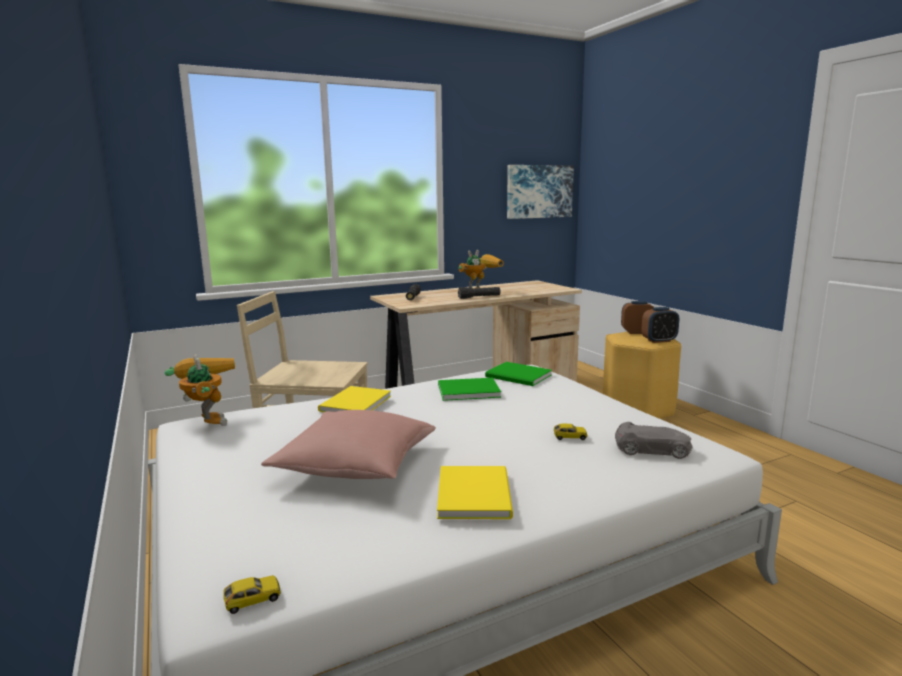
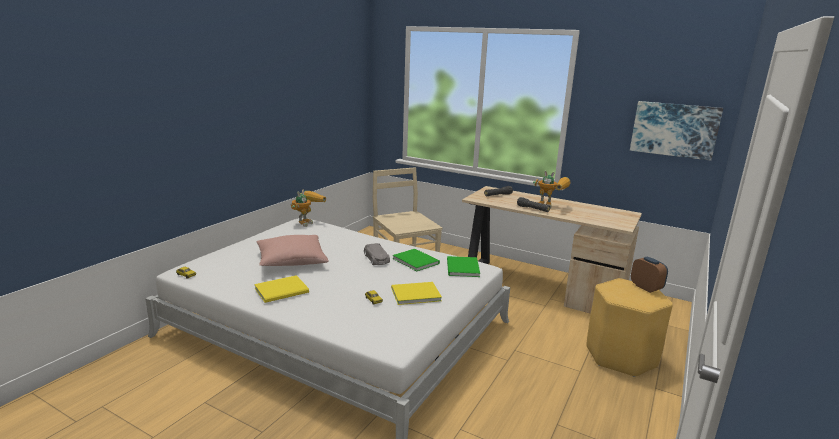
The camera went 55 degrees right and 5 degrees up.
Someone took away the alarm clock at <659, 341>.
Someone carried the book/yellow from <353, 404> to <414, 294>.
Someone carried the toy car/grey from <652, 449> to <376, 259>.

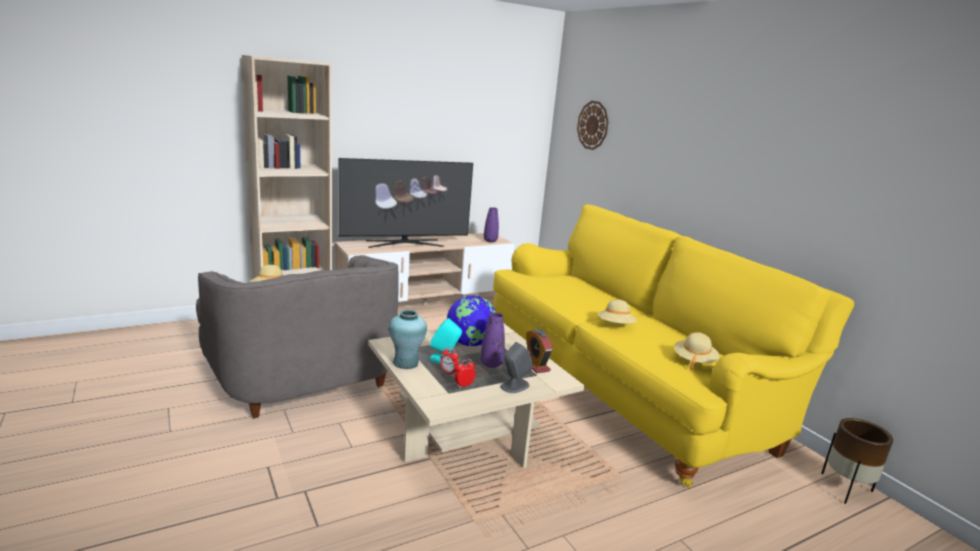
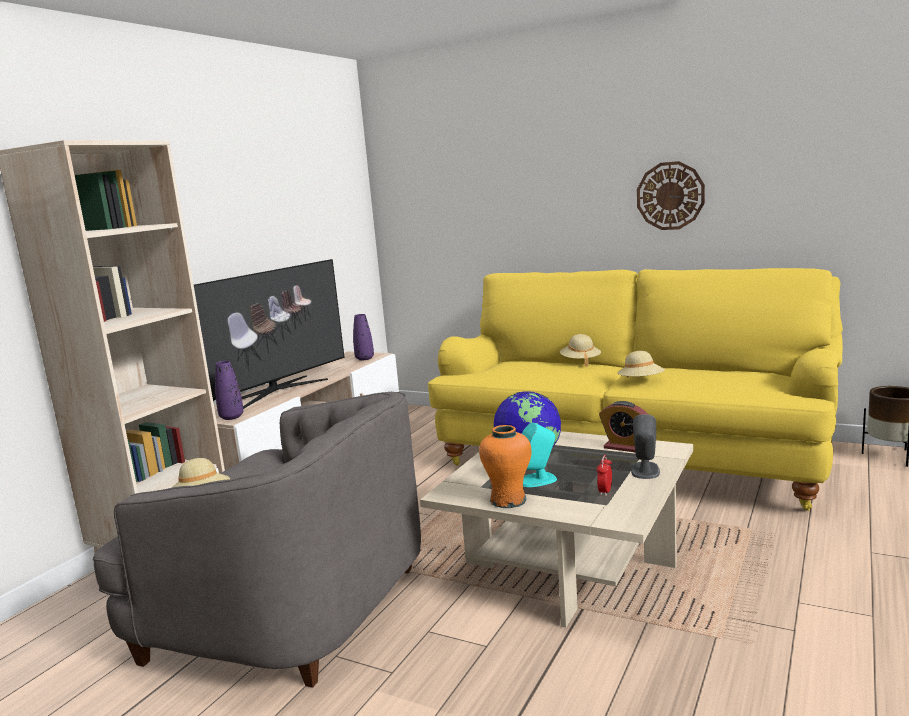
The camera went 30 degrees left and 5 degrees down.
Someone carried the wall clock from <593, 125> to <670, 196>.
Someone repainted the vase/turquoise at <406, 362>, which became the vase/orange at <508, 500>.
Someone carried the vase/purple from <491, 364> to <231, 417>.
Someone carried the hat/beige from <694, 361> to <580, 362>.
Someone took away the alarm clock at <448, 372>.

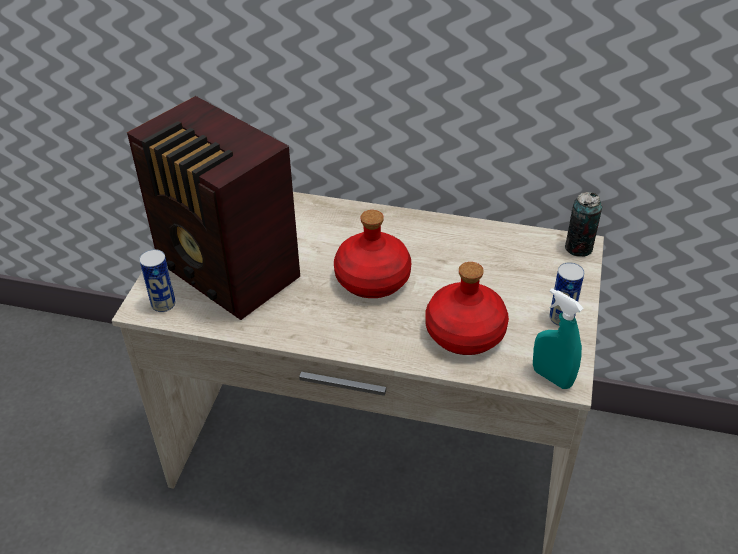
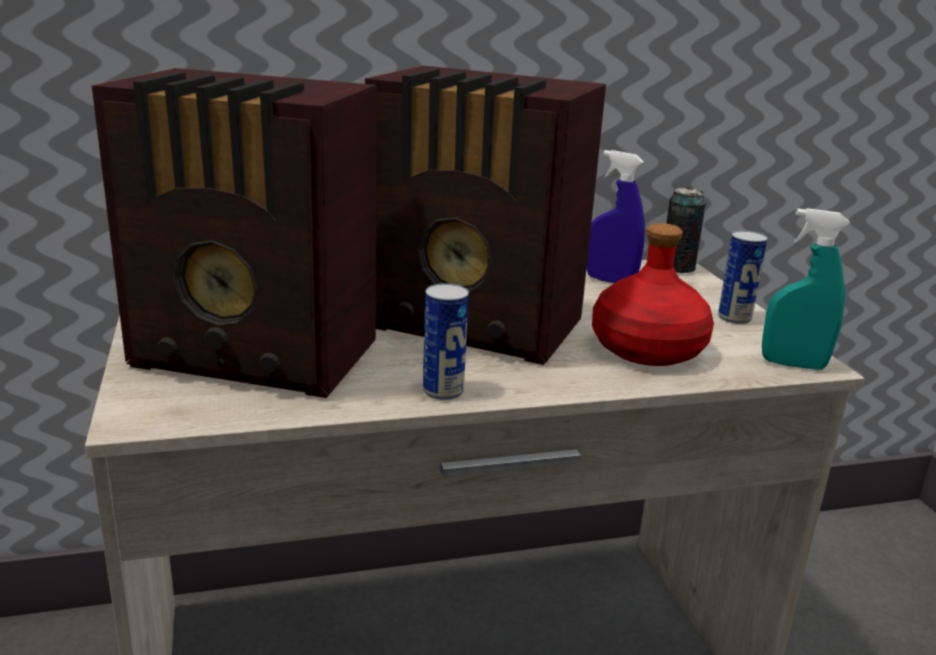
The camera went 30 degrees left and 20 degrees down.
Someone swapped the bottle/red at <373, 279> for the radio at <478, 327>.
Someone carried the can from <163, 304> to <443, 391>.
Someone put down the spray bottle/blue at <610, 281>.

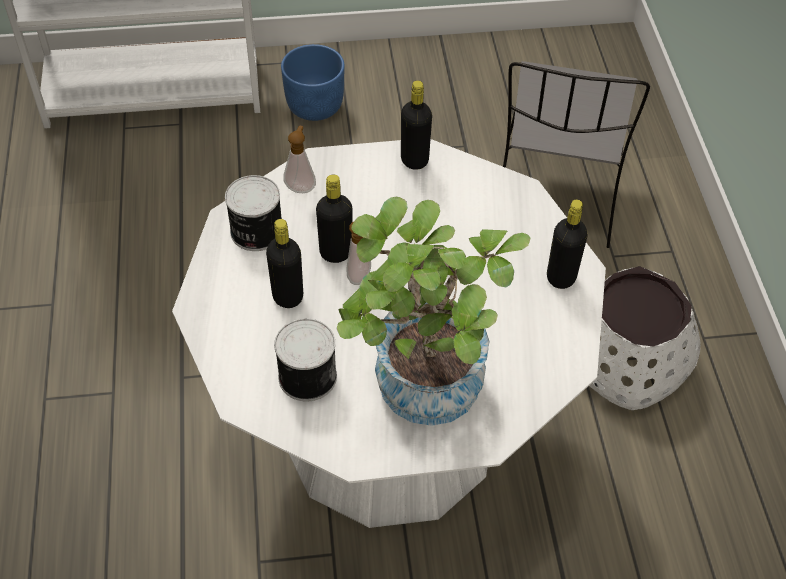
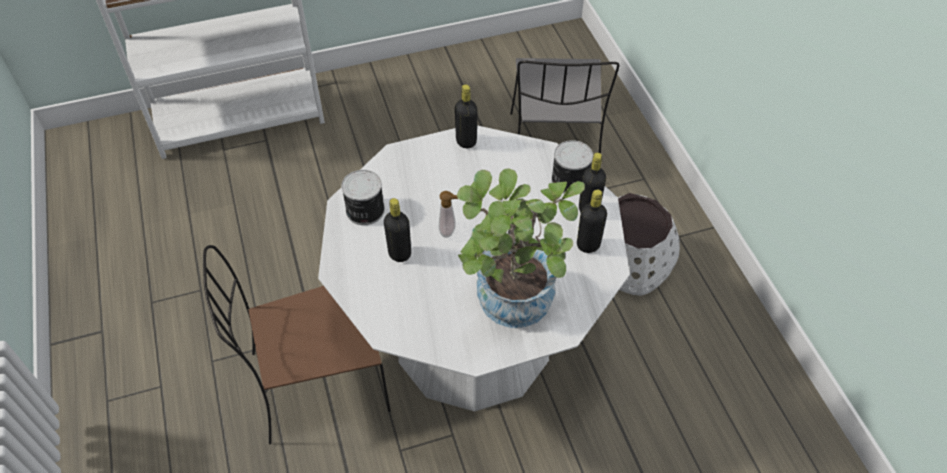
The camera went 10 degrees left and 0 degrees up.
Someone took away the planter/blue at <315, 105>.
Someone took away the soap dispenser at <301, 187>.
Someone carried the bottle/black from <336, 253> to <588, 245>.
Someone carried the can from <306, 376> to <569, 180>.
Someone put down the chair/brown at <315, 383>.

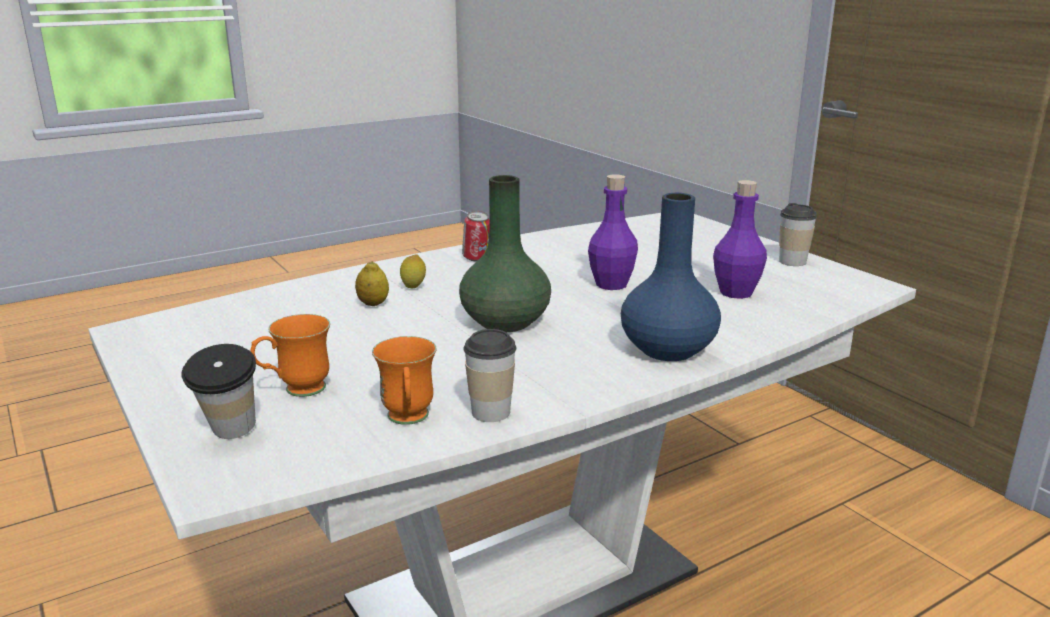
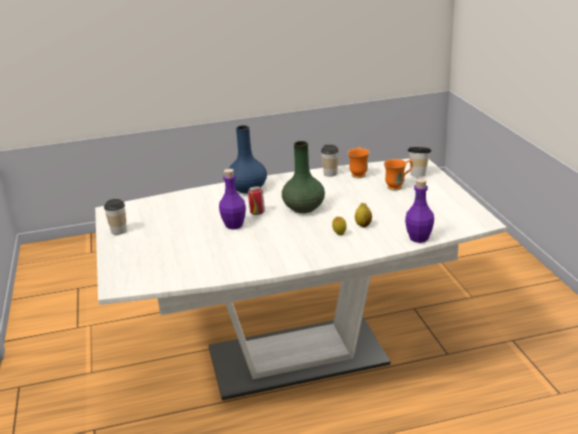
The camera went 160 degrees left and 5 degrees up.
Someone carried the bottle/purple from <736, 292> to <419, 238>.
Someone carried the can from <476, 259> to <257, 213>.

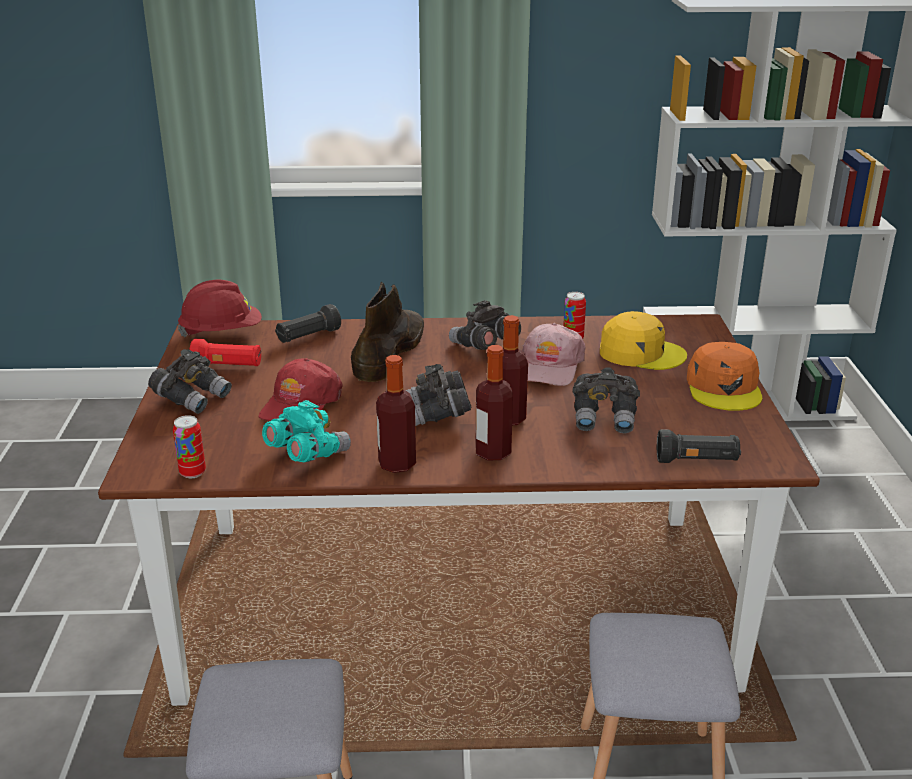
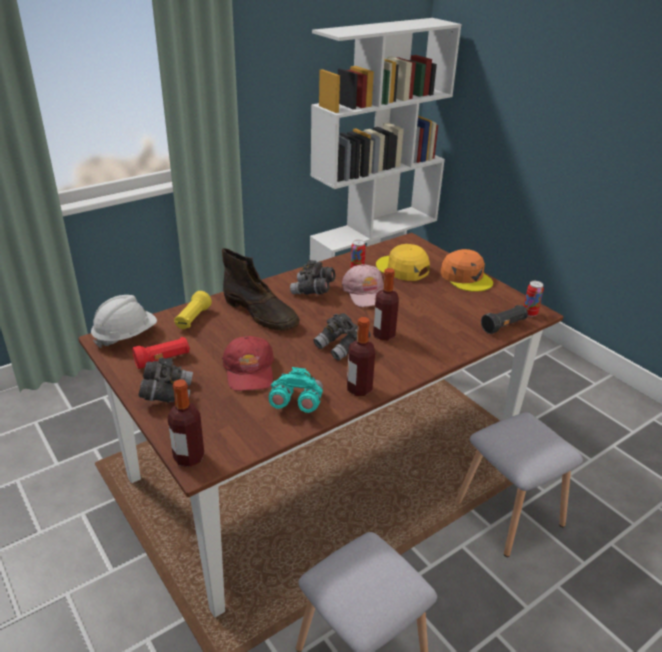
The camera went 35 degrees left and 5 degrees up.
Someone repainted the hard hat/red at <222, 333>, which became the hard hat/white at <125, 336>.
Someone rotated the boot/brown at <389, 352> by 150 degrees clockwise.
Someone repainted the flashlight/black at <308, 337>, which became the flashlight/yellow at <192, 319>.
Someone rotated the cap/yellow at <641, 353> by 120 degrees counterclockwise.
Someone carried the bottle from <493, 452> to <189, 457>.
Someone took away the binoculars/grey at <605, 418>.
Someone carried the can from <192, 473> to <529, 313>.

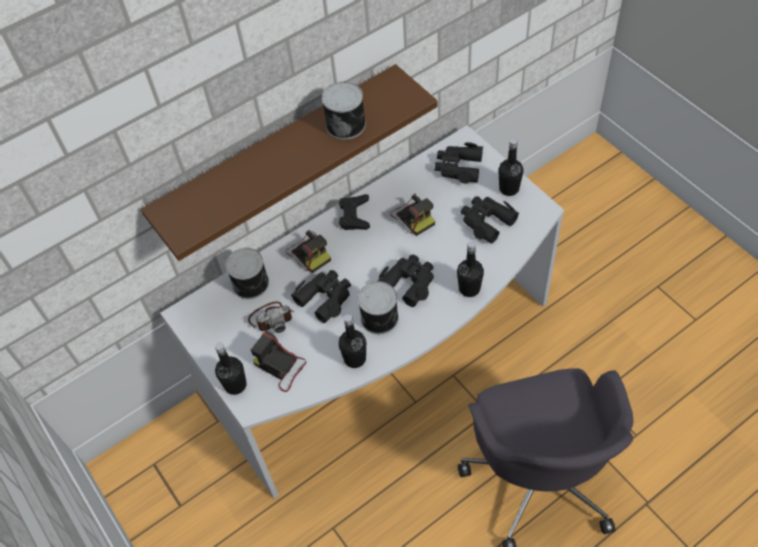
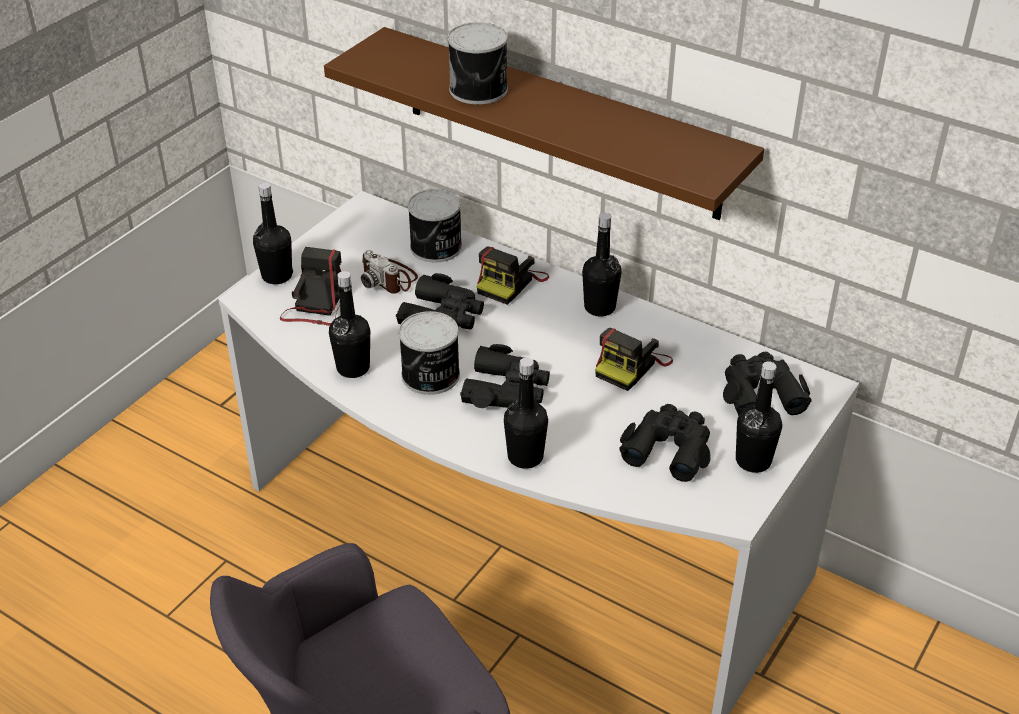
The camera went 65 degrees right and 15 degrees down.
Someone carried the can from <346, 124> to <480, 89>.
Someone swapped the game controller/black at <354, 215> for the bottle/black at <599, 307>.

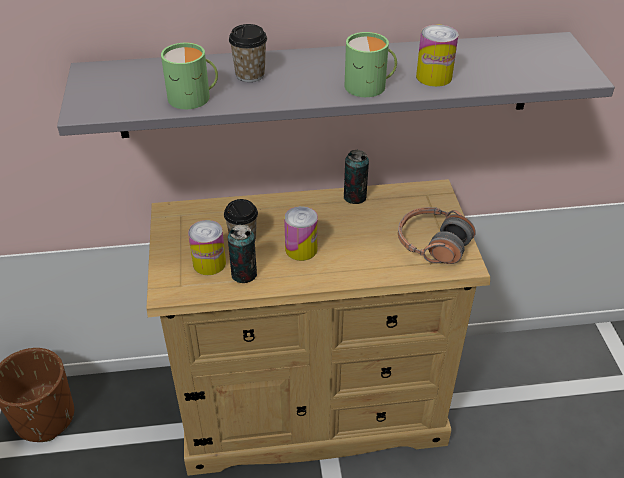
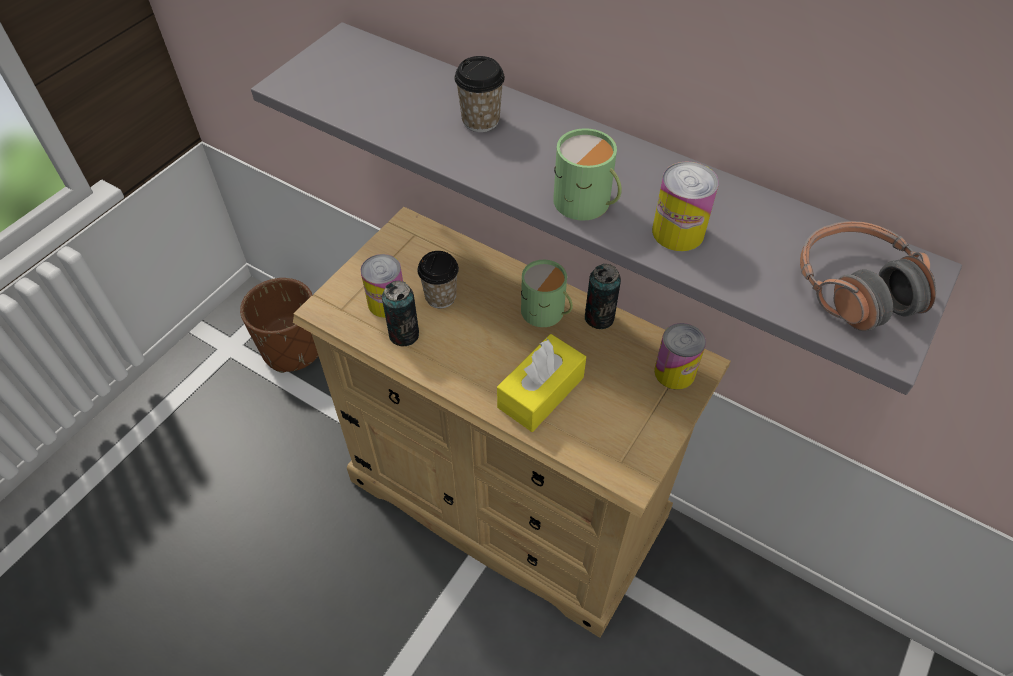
The camera went 40 degrees right and 10 degrees up.
Someone carried the mug/green from <194, 97> to <546, 313>.
Someone carried the can from <301, 249> to <674, 372>.
Someone carried the headphones from <432, 244> to <855, 288>.
Someone put down the tissue box/yellow at <541, 392>.

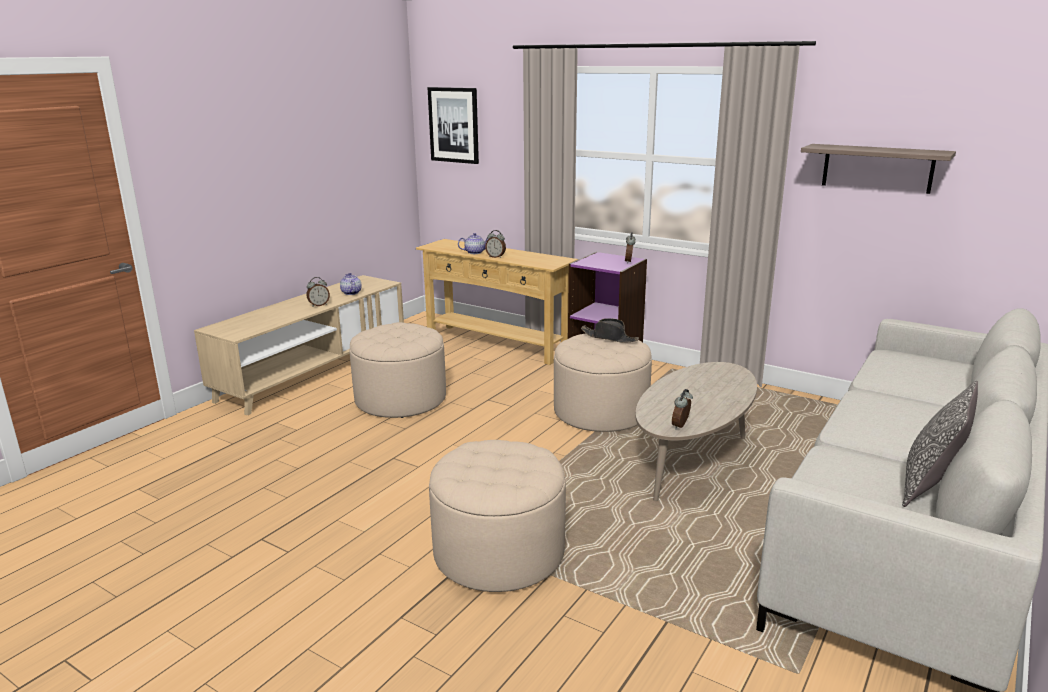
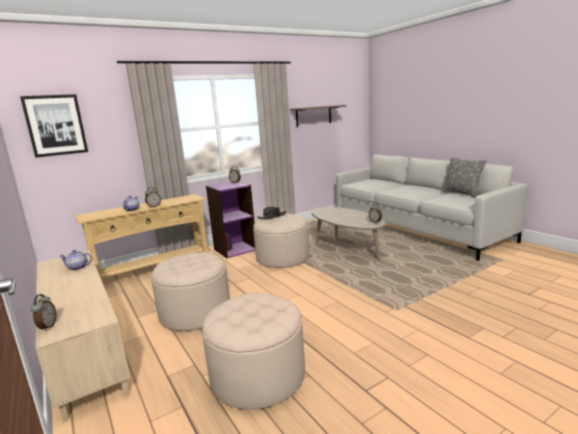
The camera went 65 degrees left and 5 degrees down.
Someone carried the alarm clock from <319, 305> to <47, 327>.
Someone carried the ottoman/beige from <499, 552> to <258, 376>.

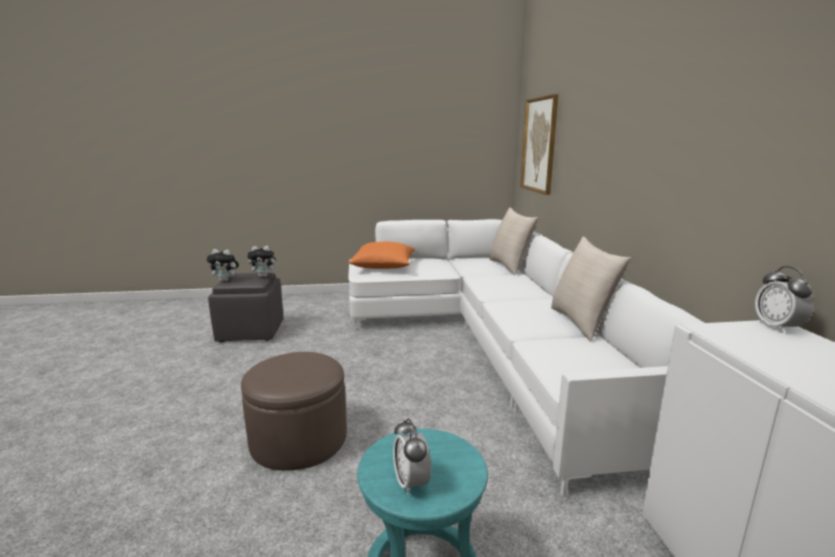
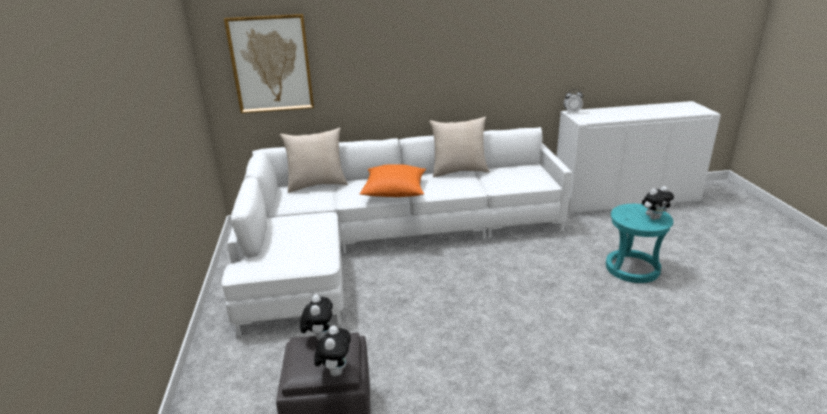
The camera went 90 degrees left and 10 degrees up.
Someone carried the pillow/orange from <383, 266> to <394, 191>.
Someone took away the ottoman/brown at <299, 439>.
Someone swapped the alarm clock at <411, 482> for the plush toy at <654, 217>.

